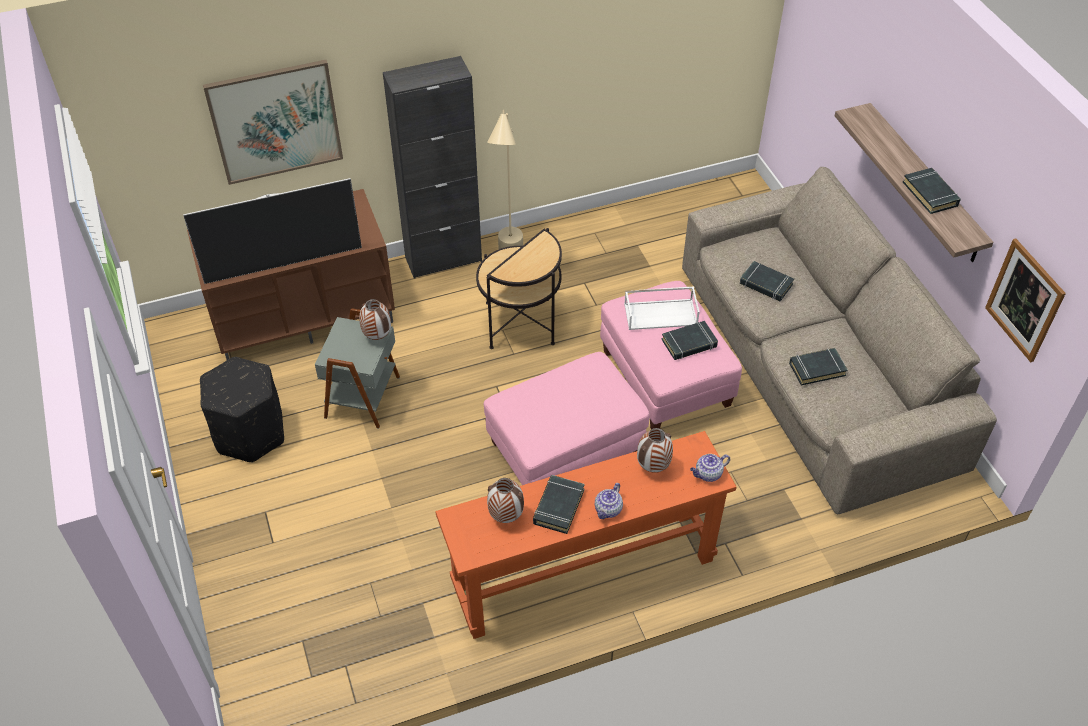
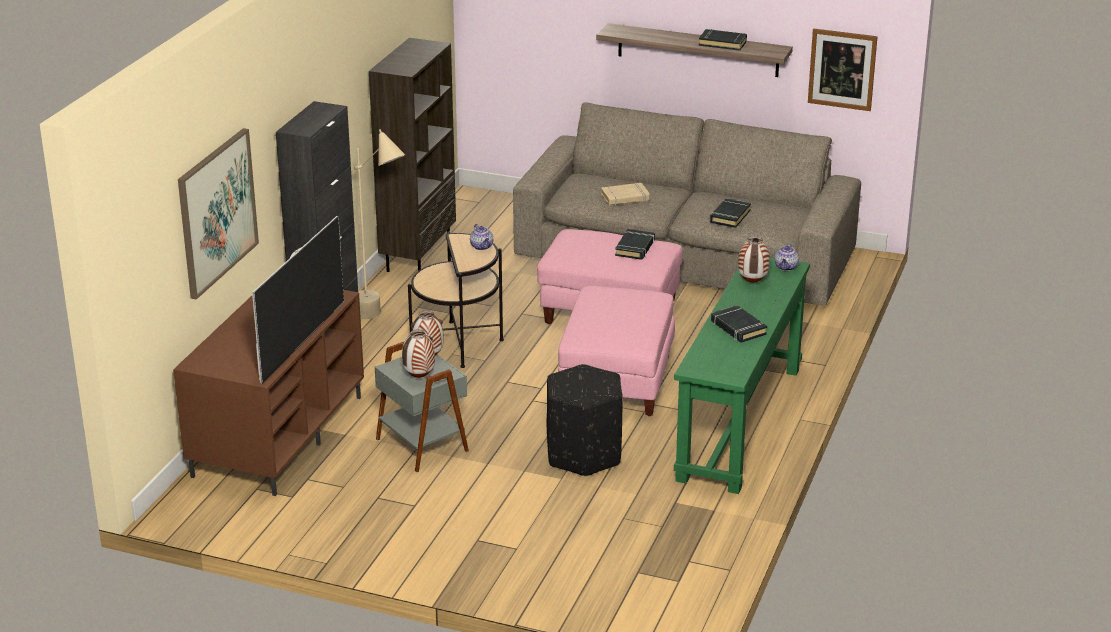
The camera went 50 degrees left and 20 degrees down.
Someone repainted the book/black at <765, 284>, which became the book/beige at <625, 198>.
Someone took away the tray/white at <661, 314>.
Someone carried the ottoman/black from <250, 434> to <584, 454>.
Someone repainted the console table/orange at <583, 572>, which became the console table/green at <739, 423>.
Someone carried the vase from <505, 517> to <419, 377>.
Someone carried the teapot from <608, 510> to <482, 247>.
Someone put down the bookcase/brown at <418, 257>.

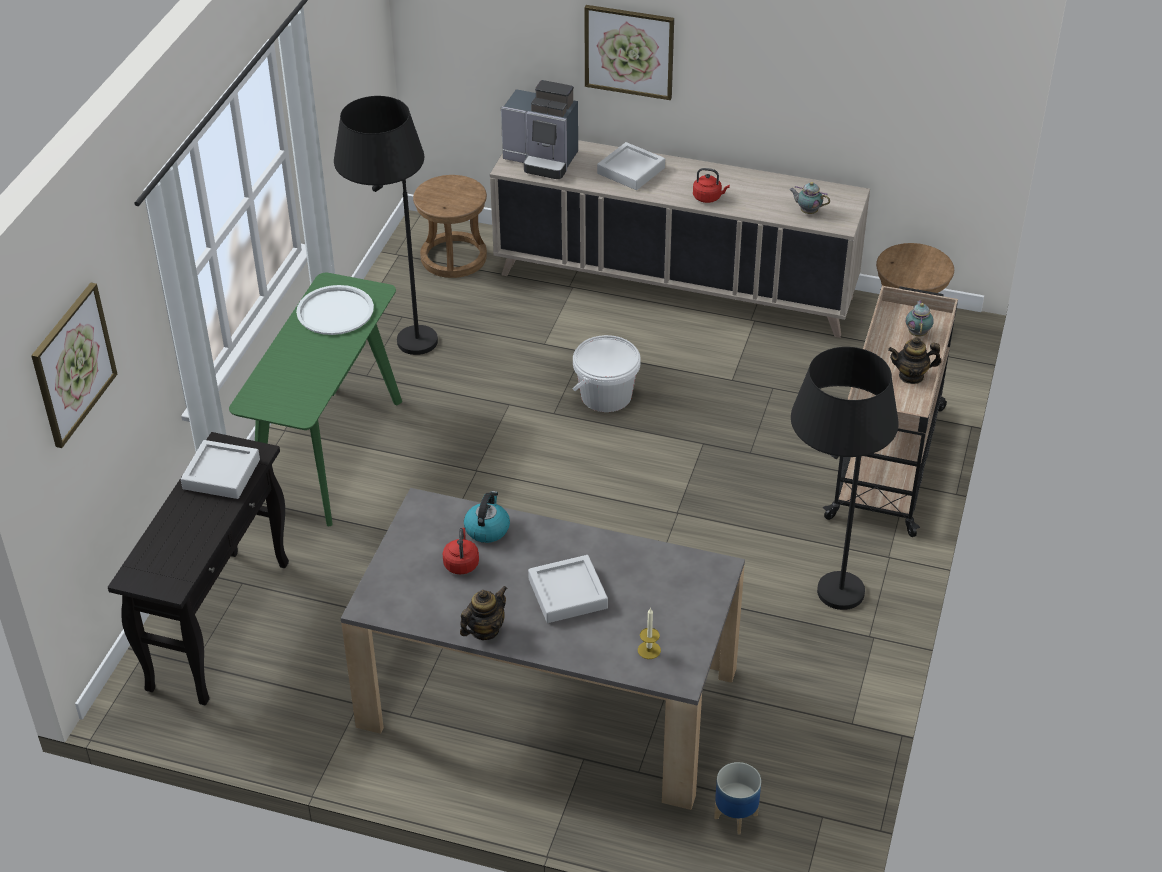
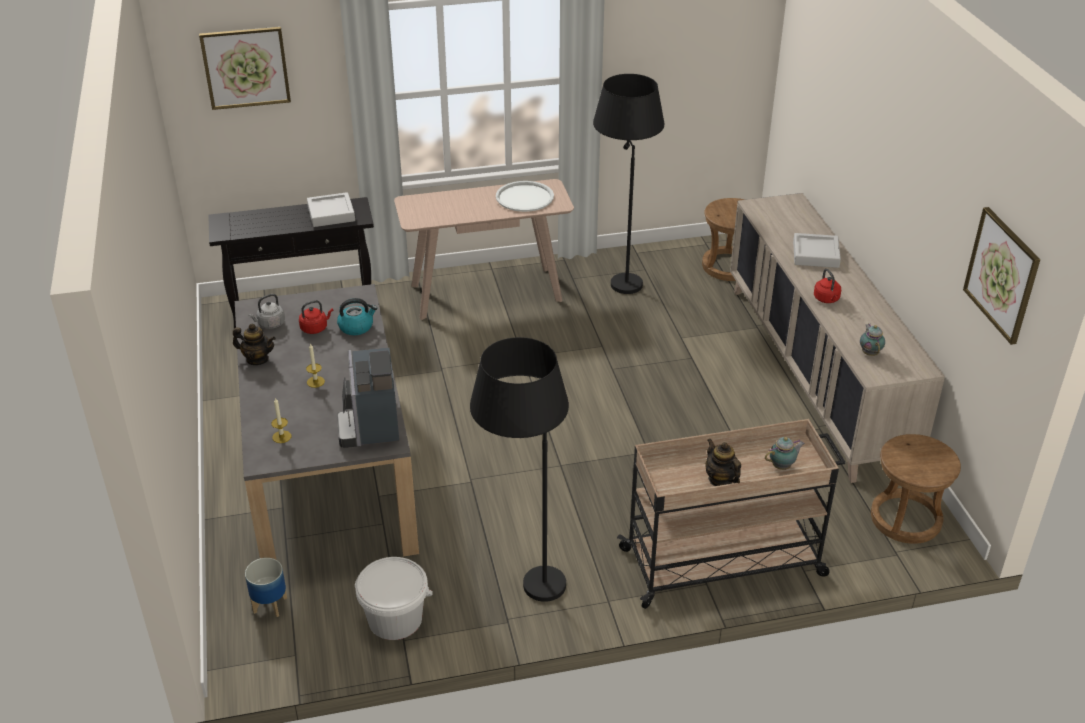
The camera went 60 degrees right and 5 degrees down.
Someone carried the picture from <629, 51> to <1002, 275>.
Someone carried the coffee machine from <542, 160> to <371, 425>.
Someone repainted the console table/green at <328, 452>, which became the console table/beige at <486, 292>.
Someone carried the bucket/white from <606, 395> to <395, 619>.
Someone swapped the tray/grey at <567, 594> for the candle at <315, 382>.
Someone put down the kettle/grey at <270, 324>.

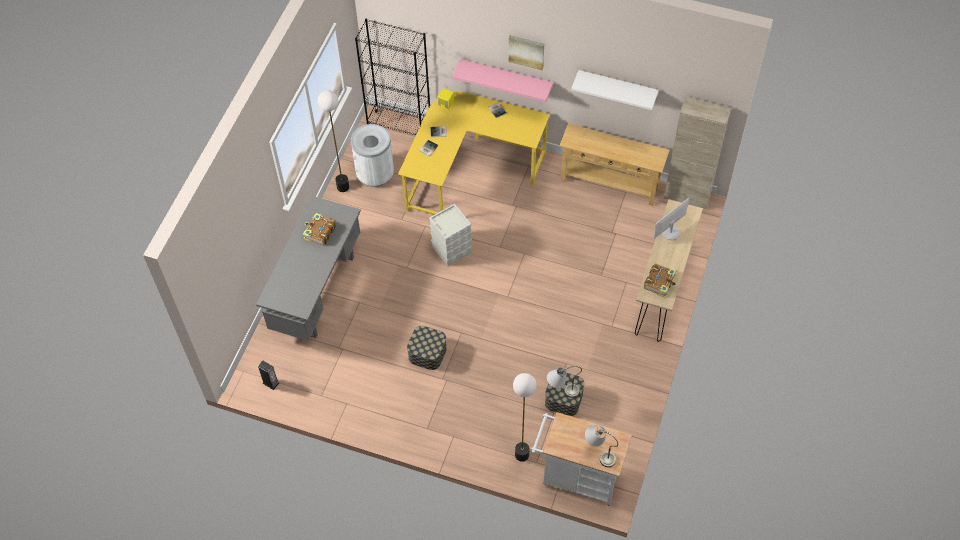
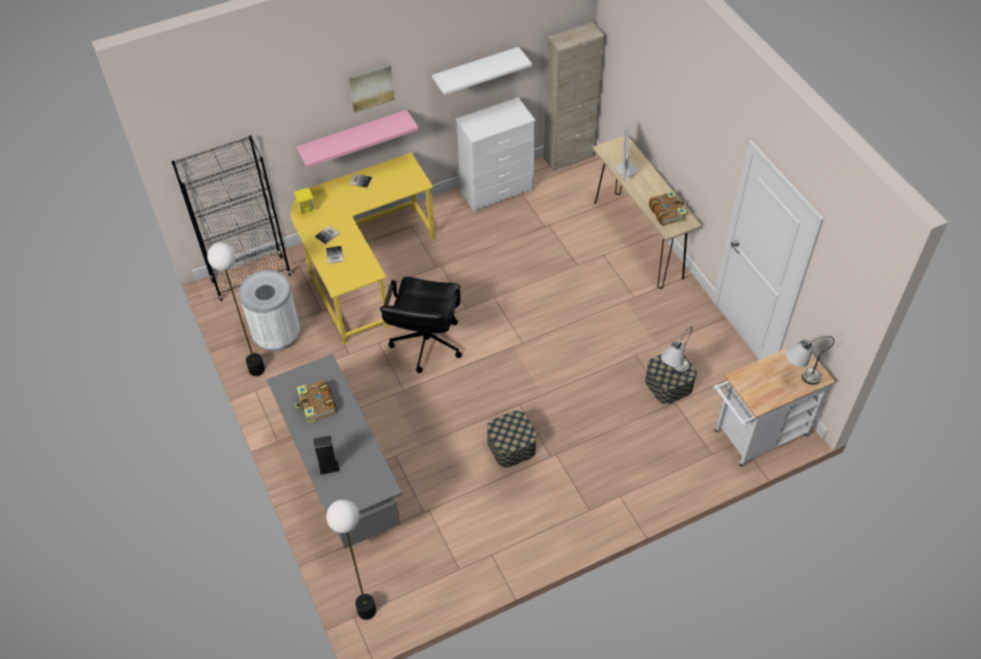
The camera went 45 degrees left and 5 degrees down.
Someone swapped the console table/beige at <609, 184> for the dresser/white at <497, 191>.
Someone swapped the storage box/grey at <451, 249> for the office chair/black at <426, 343>.
Someone carried the speaker from <270, 383> to <329, 467>.
Someone carried the floor lamp from <521, 455> to <366, 611>.

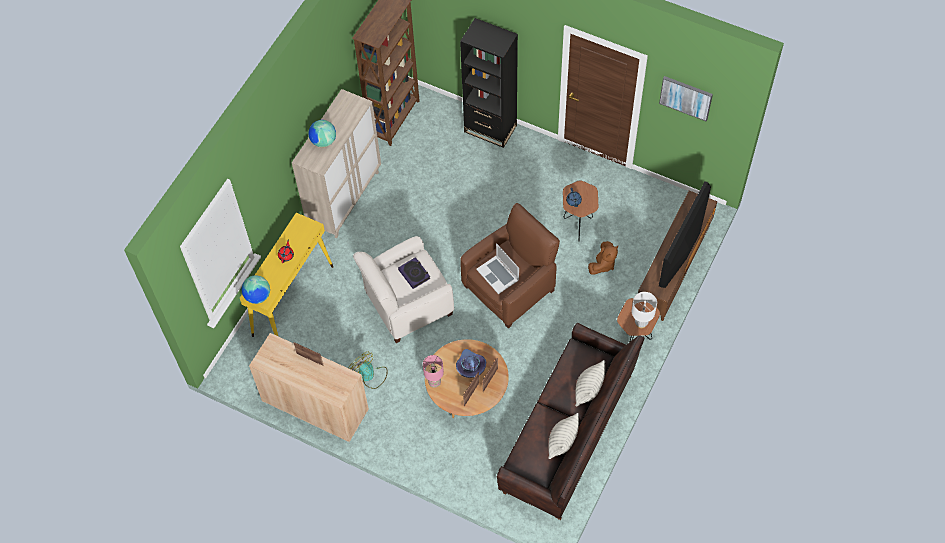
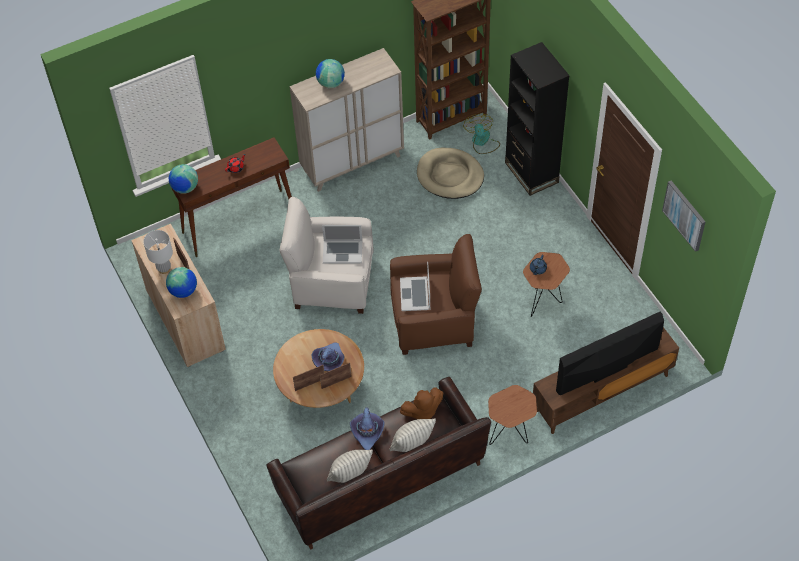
The camera went 35 degrees right and 5 degrees down.
Someone repainted the console table/yellow at <293, 300>, which became the console table/brown at <239, 222>.
Someone carried the plush toy/brown from <603, 264> to <422, 411>.
Someone swapped the book at <414, 274> for the laptop at <342, 251>.
Someone carried the table lamp/white from <641, 323> to <164, 269>.
Someone carried the fan from <369, 375> to <482, 142>.
Someone took away the table lamp/pink at <434, 382>.
Someone put down the dog bed/beige at <450, 176>.
Someone put down the globe at <183, 291>.
Someone put down the hat/purple at <367, 431>.

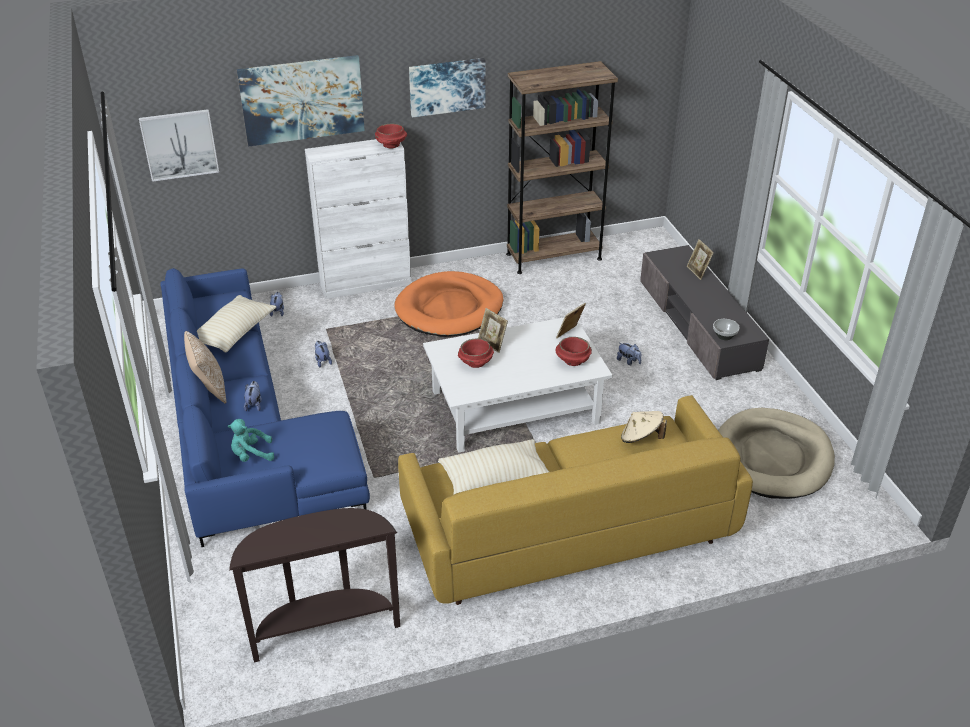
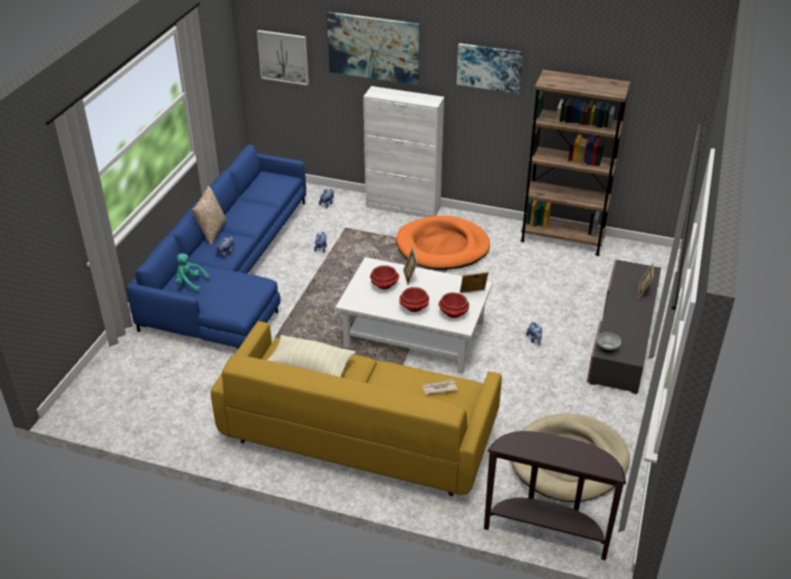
The camera went 35 degrees right and 0 degrees up.
Someone carried the bowl/red from <391, 145> to <414, 308>.
Someone took away the pillow/beige at <234, 333>.
Someone swapped the hat/beige at <641, 438> for the newspaper at <439, 388>.
Someone carried the console table/brown from <324, 629> to <546, 531>.

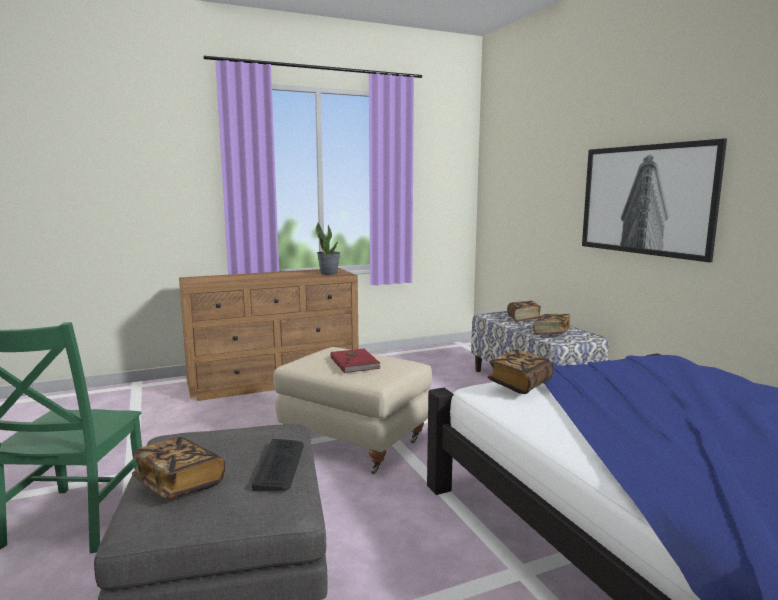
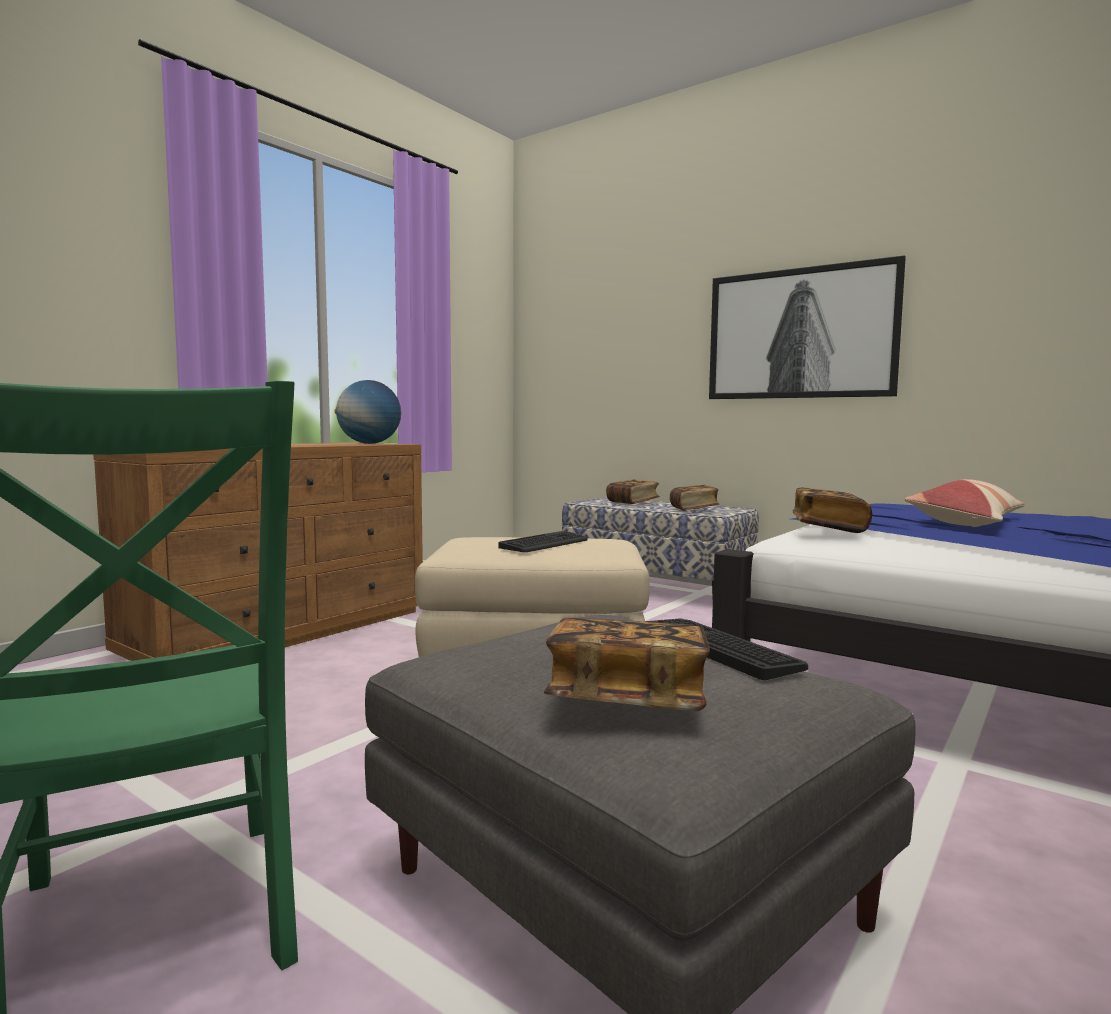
The camera went 30 degrees left and 5 degrees down.
Someone swapped the potted plant at <329, 273> for the globe at <369, 443>.
Someone swapped the book/red at <355, 363> for the keyboard at <545, 543>.
Someone put down the pillow at <967, 522>.

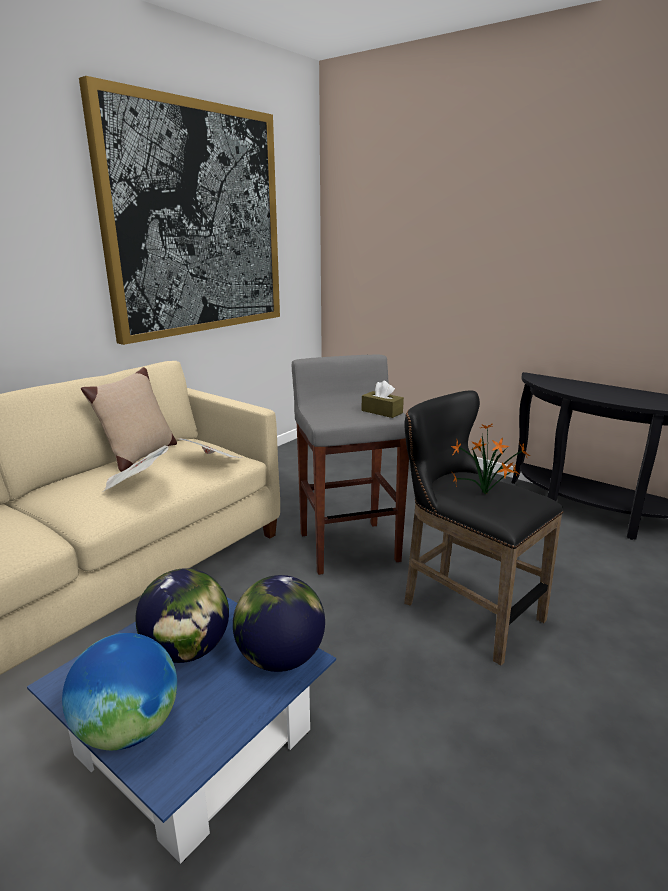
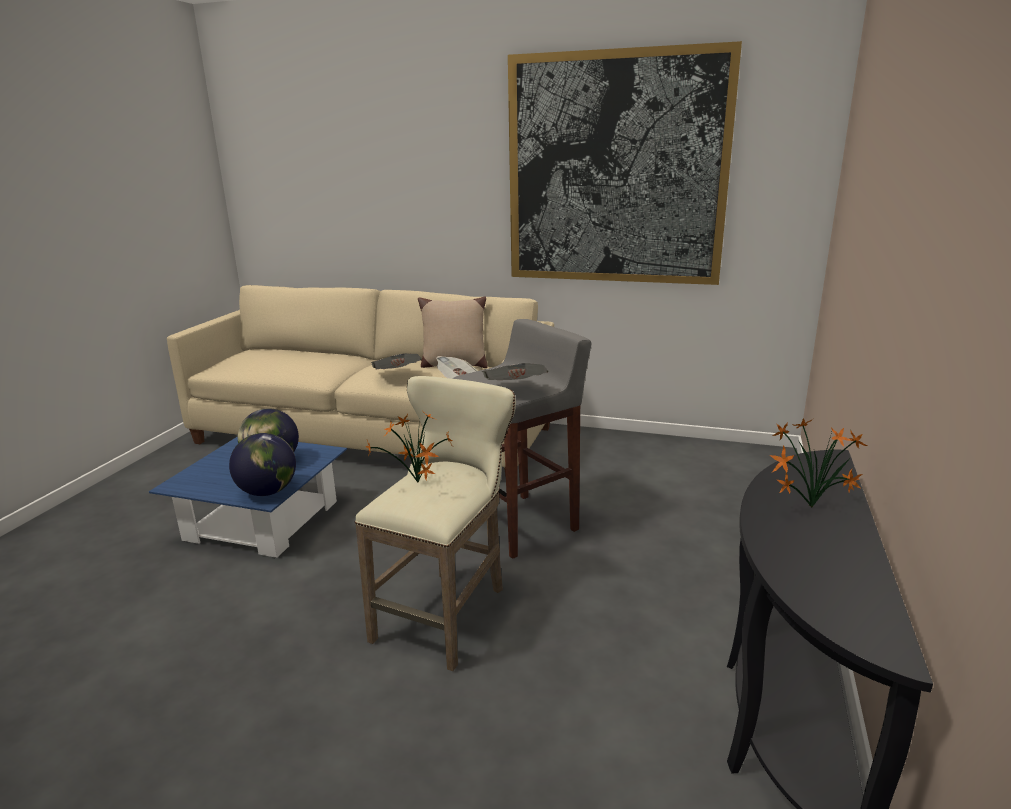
The camera went 70 degrees right and 0 degrees up.
Someone swapped the tissue box/brown at <382, 412> for the newspaper at <515, 390>.
Someone repainted the stool/black at <464, 609>, which became the stool/beige at <447, 611>.
Someone took away the globe at <128, 729>.
Someone put down the potted plant at <808, 507>.

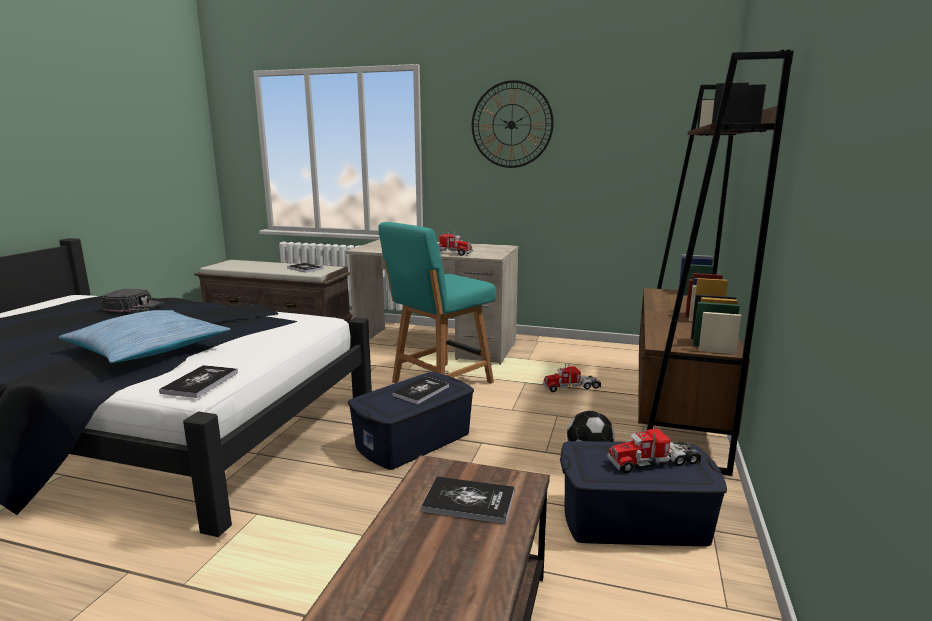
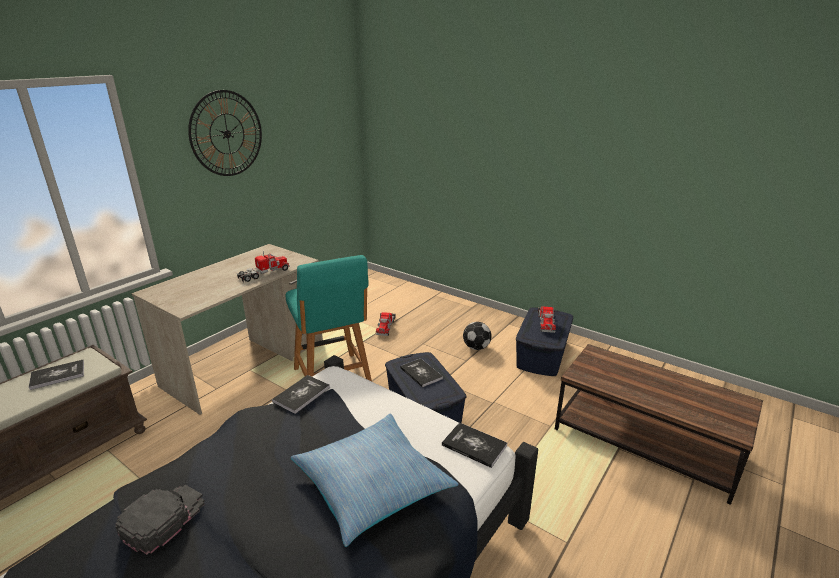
The camera went 70 degrees left and 10 degrees up.
Someone took away the bookcase/brown at <676, 411>.
Someone carried the book from <469, 501> to <301, 394>.

